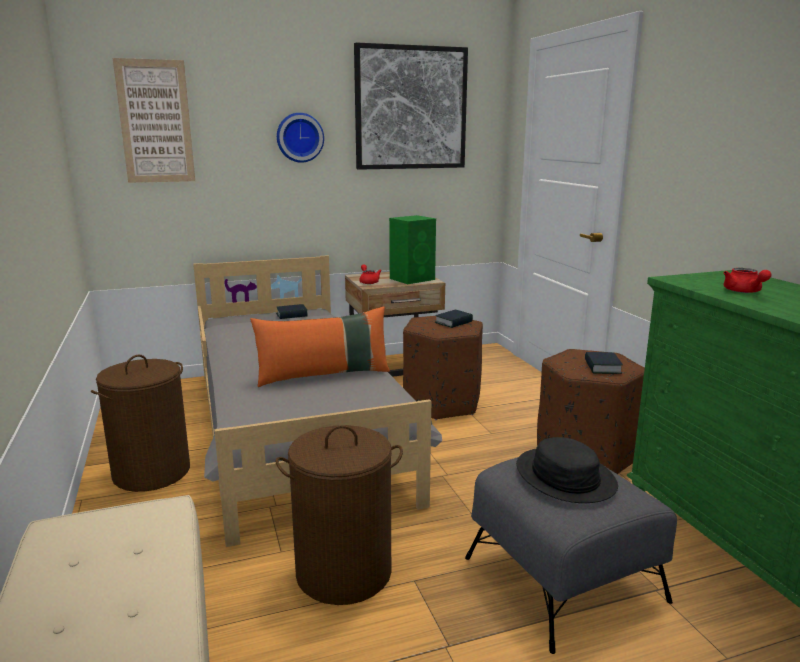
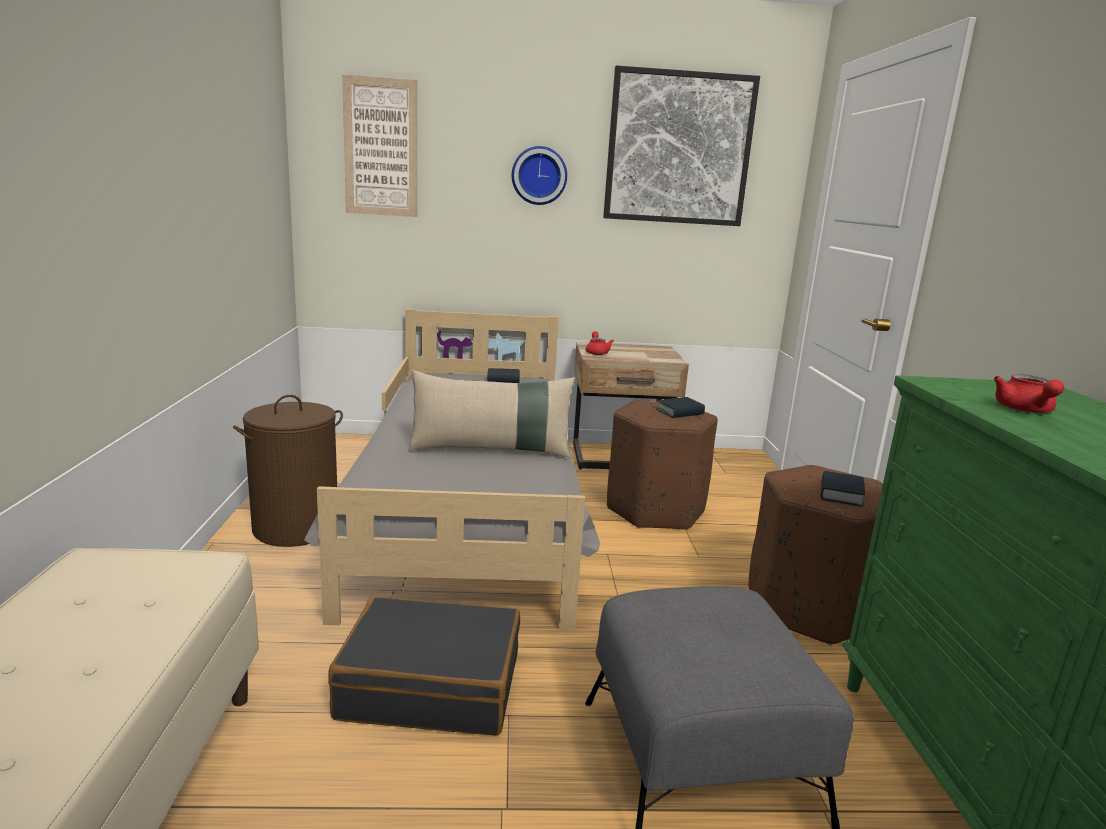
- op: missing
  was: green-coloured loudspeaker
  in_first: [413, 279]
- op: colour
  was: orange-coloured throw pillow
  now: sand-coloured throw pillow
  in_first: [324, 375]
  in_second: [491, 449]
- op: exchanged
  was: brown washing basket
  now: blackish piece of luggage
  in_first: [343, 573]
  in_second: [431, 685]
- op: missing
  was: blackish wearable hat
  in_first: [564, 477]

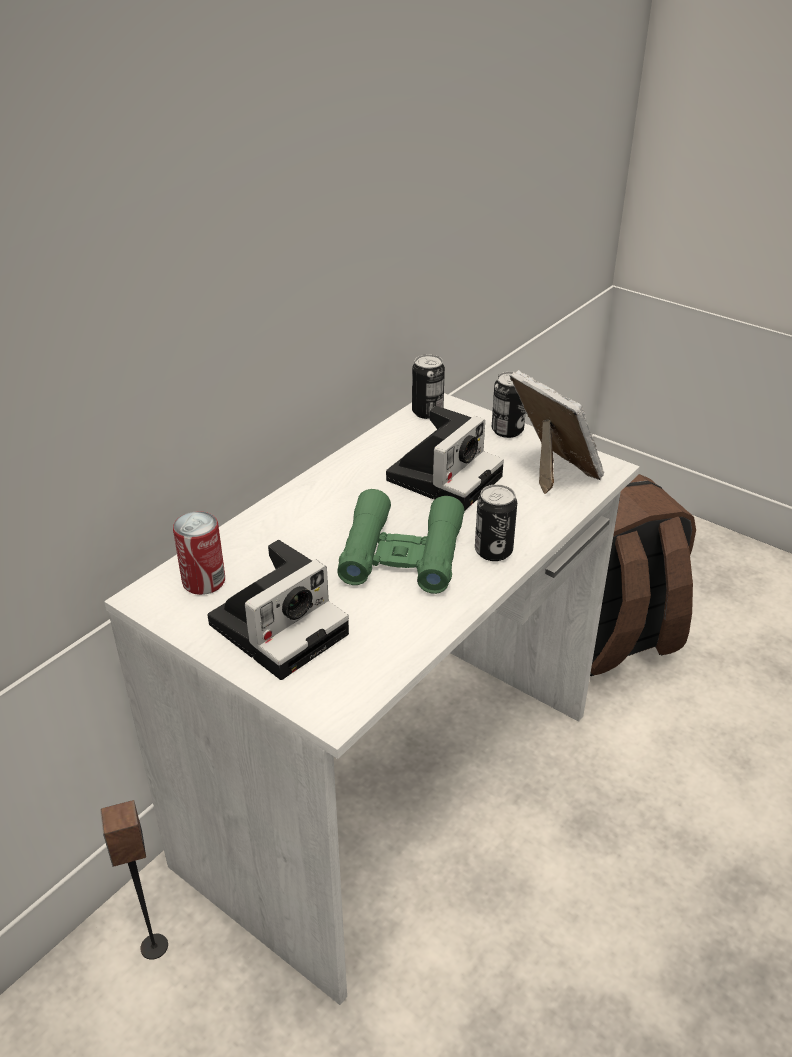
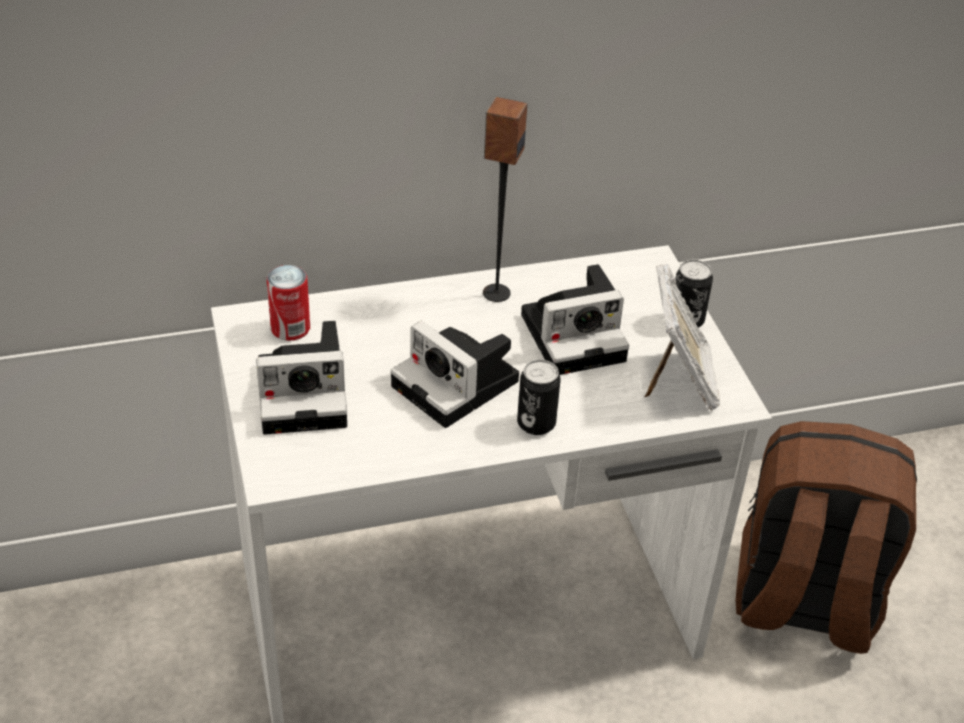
- op: missing
  was: sealed can
  in_first: [427, 412]
- op: exchanged
  was: green-coloured field glasses
  now: photo camera
  in_first: [402, 553]
  in_second: [459, 385]
- op: relocated
  was: loudspeaker
  in_first: [153, 946]
  in_second: [496, 293]

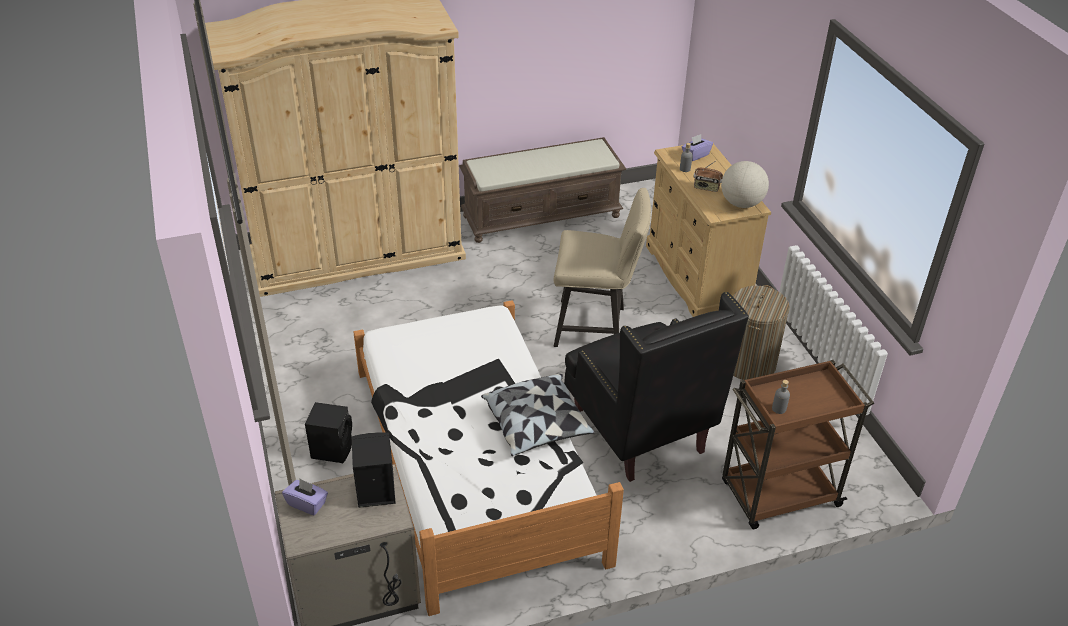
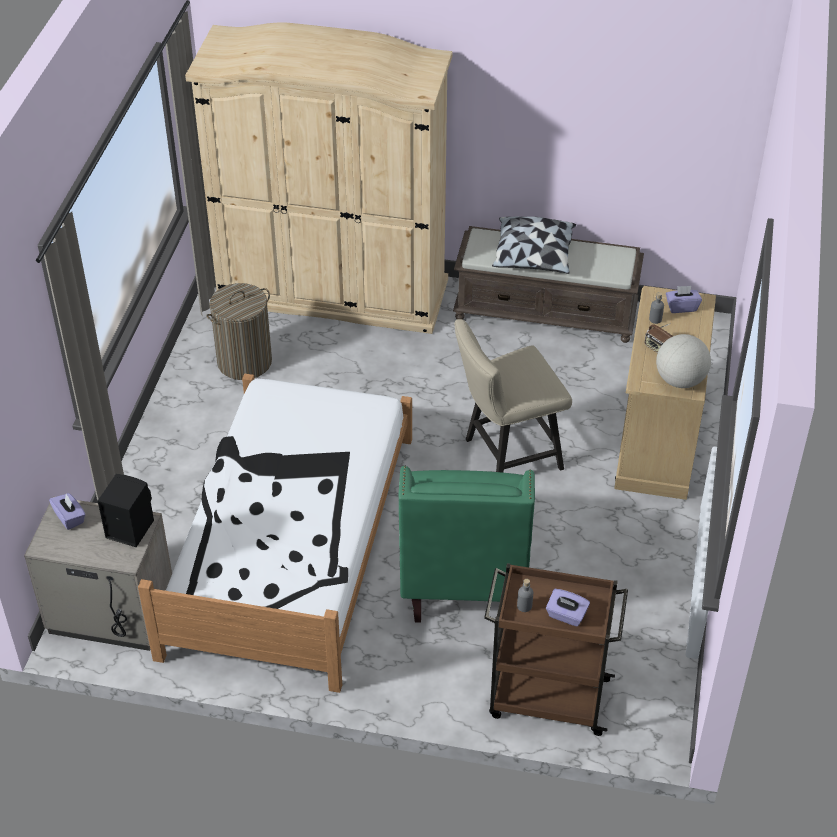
- op: spun
  was: sand-coloured plain chair
  in_first: [596, 326]
  in_second: [506, 455]
  clockwise: 120
- op: relocated
  was: washing basket
  in_first: [748, 363]
  in_second: [244, 361]
- op: colour
  was: blackish lounge chair
  now: green-coloured lounge chair
  in_first: [640, 431]
  in_second: [463, 579]
- op: relocated
  was: throw pillow
  in_first: [537, 425]
  in_second: [533, 257]
- op: missing
  was: blackish loudspeaker
  in_first: [333, 449]
- op: appeared
  now: purple box of tissues
  in_second: [566, 615]

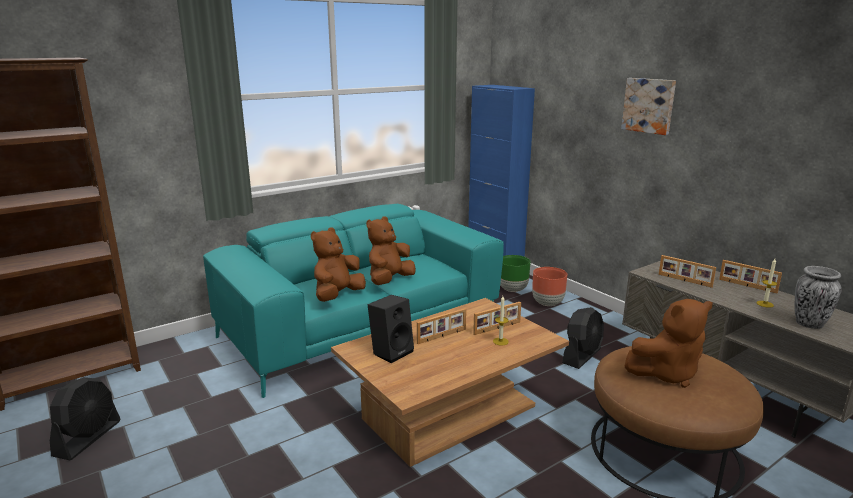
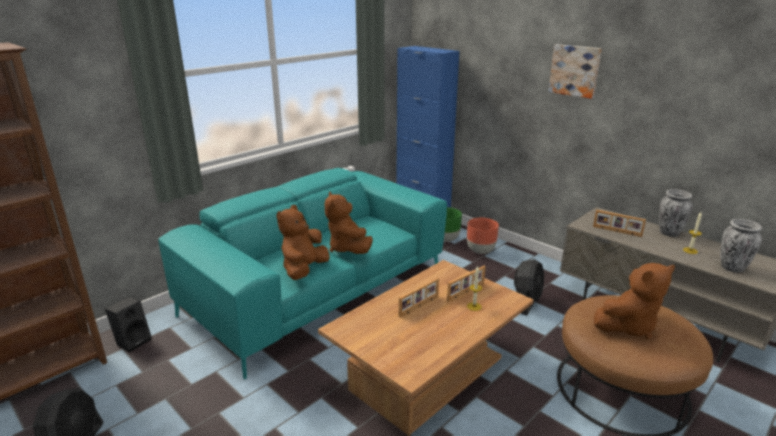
- op: spun
  was: brown plush toy
  in_first: [389, 280]
  in_second: [348, 248]
  clockwise: -45
- op: exchanged
  was: standing frame
  now: flower vase
  in_first: [747, 286]
  in_second: [669, 233]
- op: relocated
  was: blackish loudspeaker
  in_first: [391, 351]
  in_second: [133, 341]

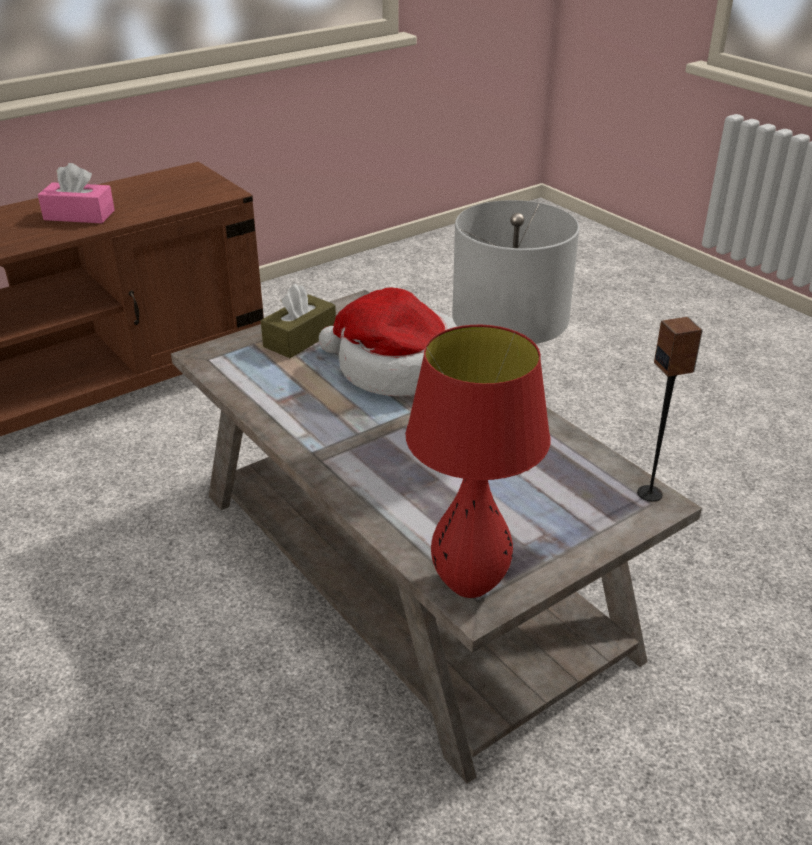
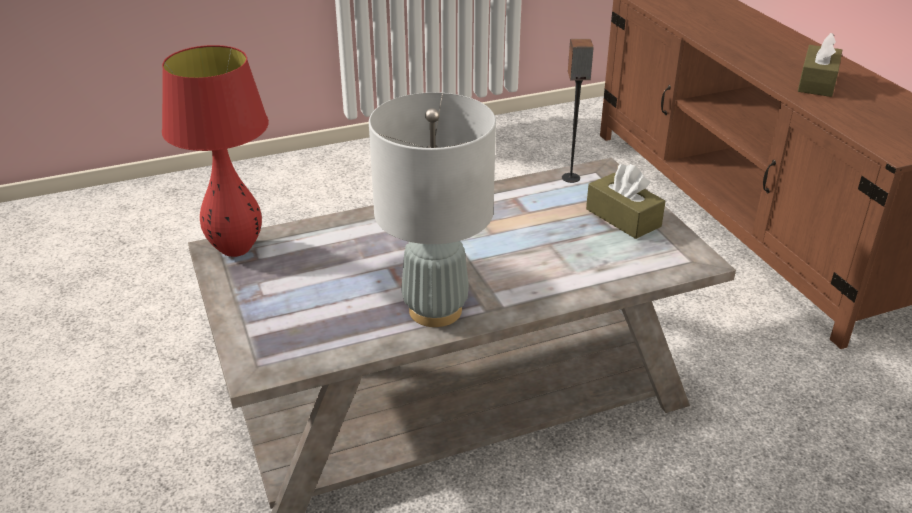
- op: colour
  was: pink box of tissues
  now: brown box of tissues
  in_first: [79, 215]
  in_second: [817, 82]
- op: missing
  was: wearable hat
  in_first: [396, 368]
- op: relocated
  was: loudspeaker
  in_first: [650, 493]
  in_second: [570, 178]

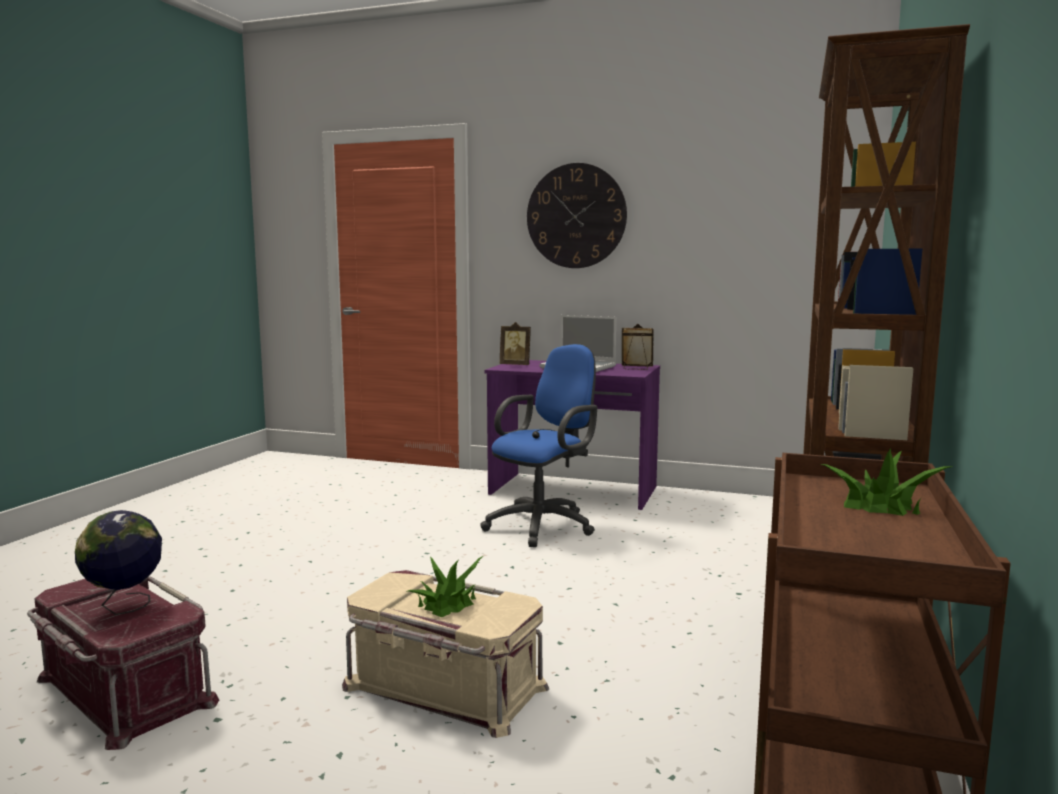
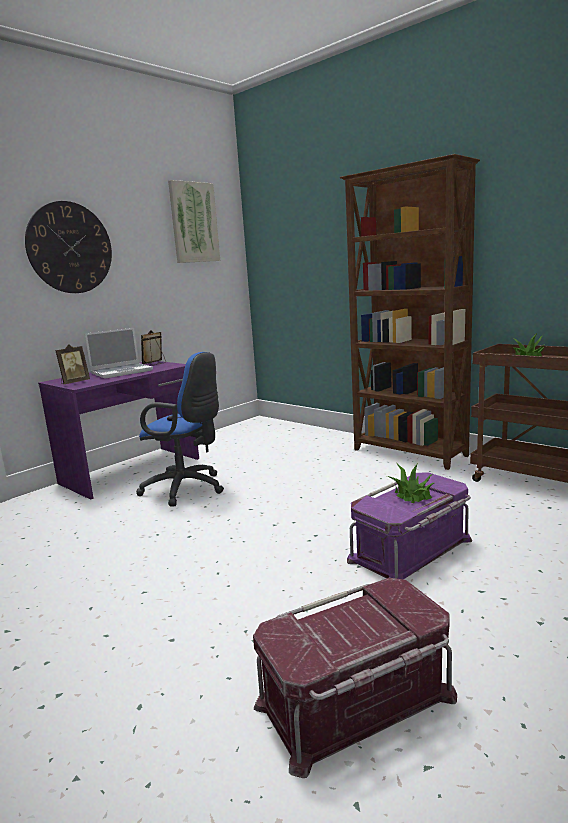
- op: spun
  was: blue-coloured desk chair
  in_first: [544, 525]
  in_second: [187, 489]
  clockwise: 135
- op: missing
  was: globe
  in_first: [124, 606]
- op: colour
  was: sand-coloured storage bin
  now: purple storage bin
  in_first: [443, 687]
  in_second: [411, 550]
- op: appeared
  now: wall art
  in_second: [194, 222]

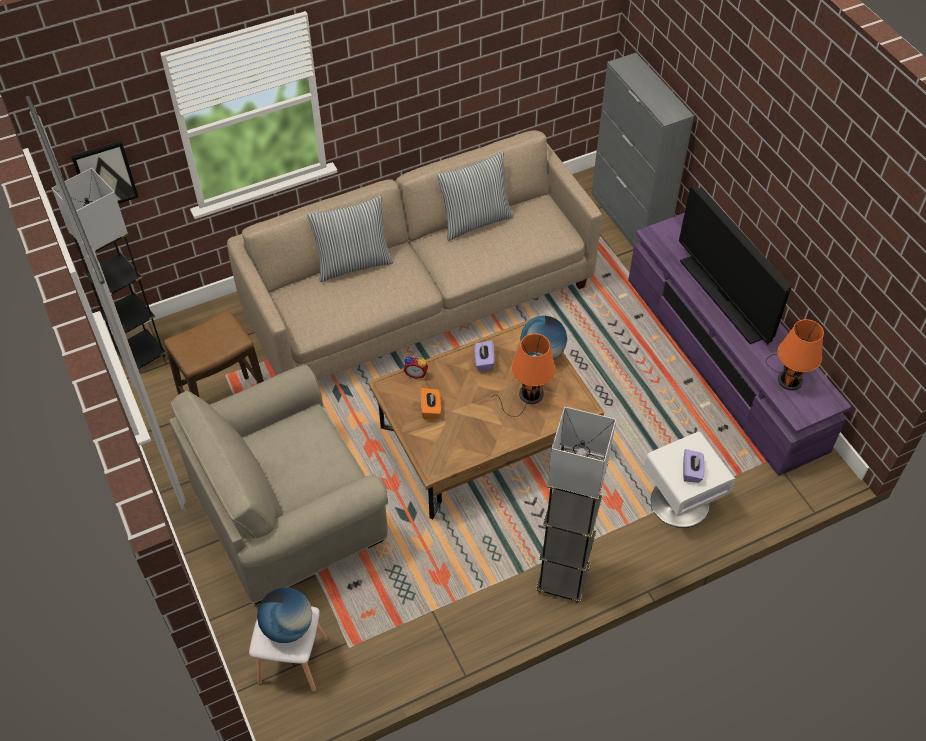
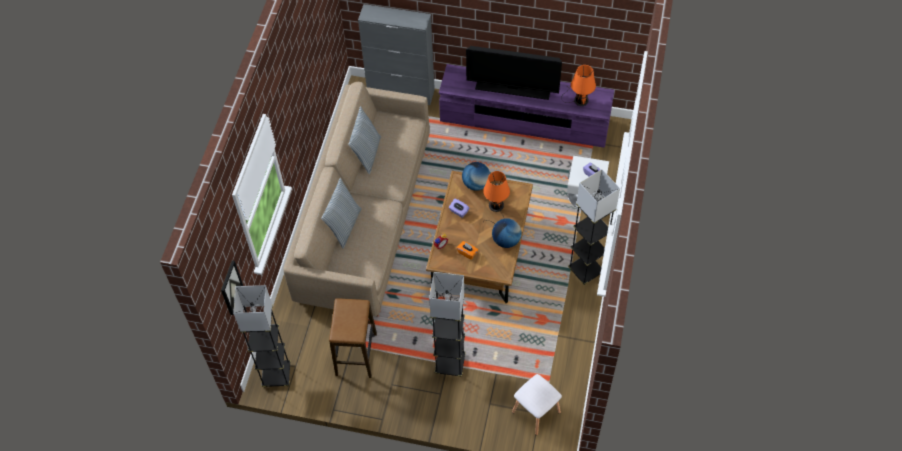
- op: exchanged
  was: sand-coloured lounge chair
  now: grey standing lamp
  in_first: [289, 514]
  in_second: [450, 364]
- op: relocated
  was: globe
  in_first: [288, 627]
  in_second: [506, 240]

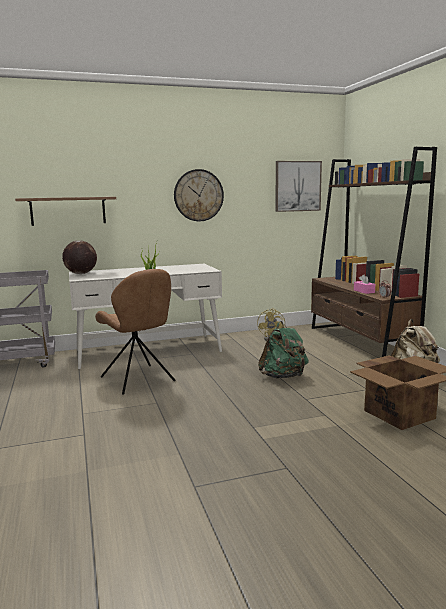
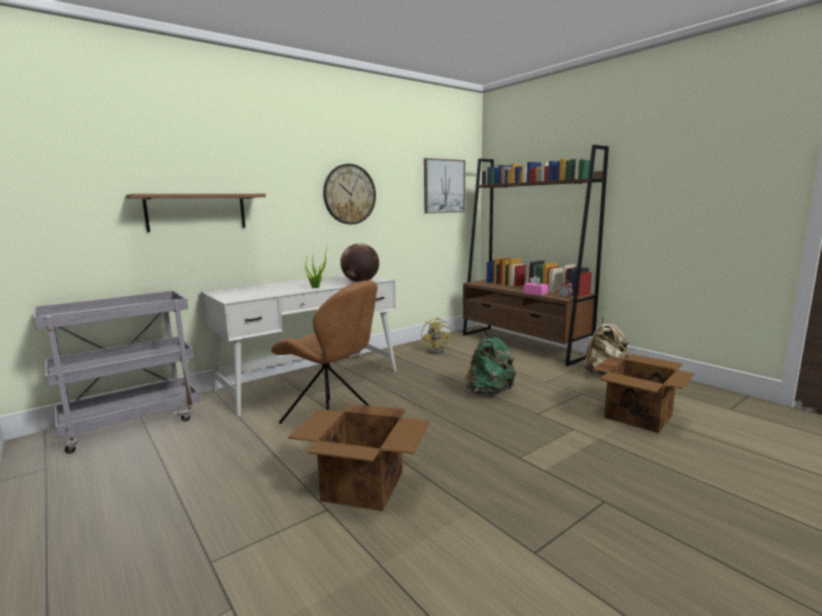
- op: relocated
  was: globe
  in_first: [81, 274]
  in_second: [360, 282]
- op: appeared
  now: cardboard box
  in_second: [364, 486]

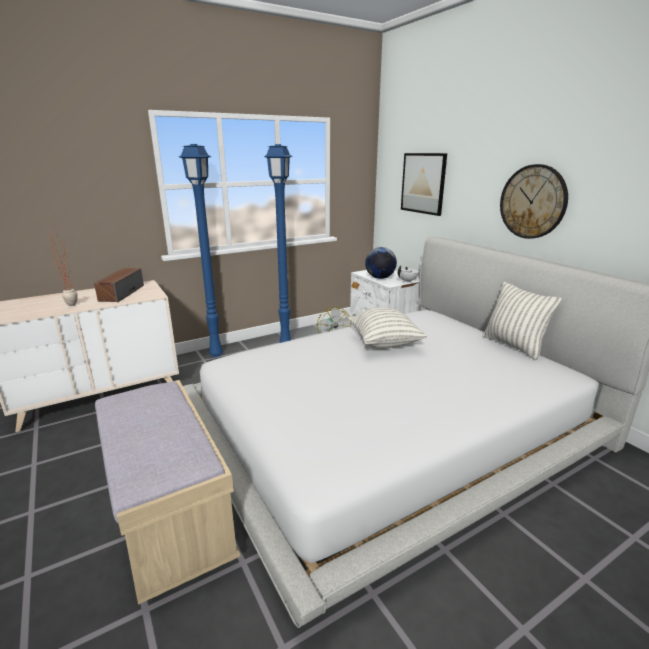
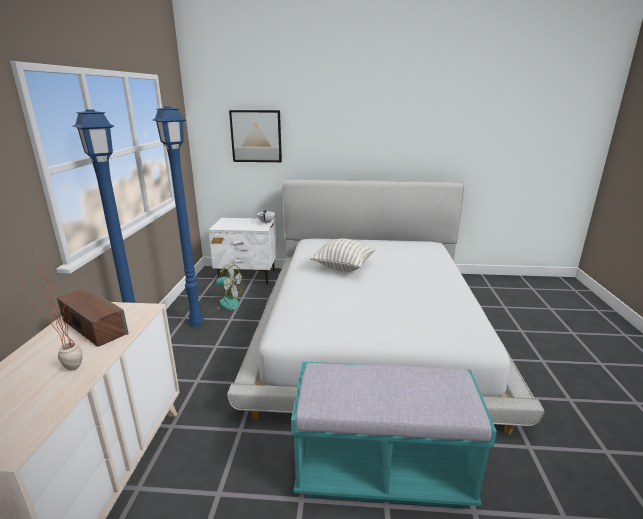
- op: missing
  was: wall clock
  in_first: [533, 202]
- op: missing
  was: globe
  in_first: [380, 278]
- op: missing
  was: throw pillow
  in_first: [513, 346]
- op: colour
  was: sand-coloured indoor bench
  now: turquoise indoor bench
  in_first: [171, 517]
  in_second: [382, 471]

